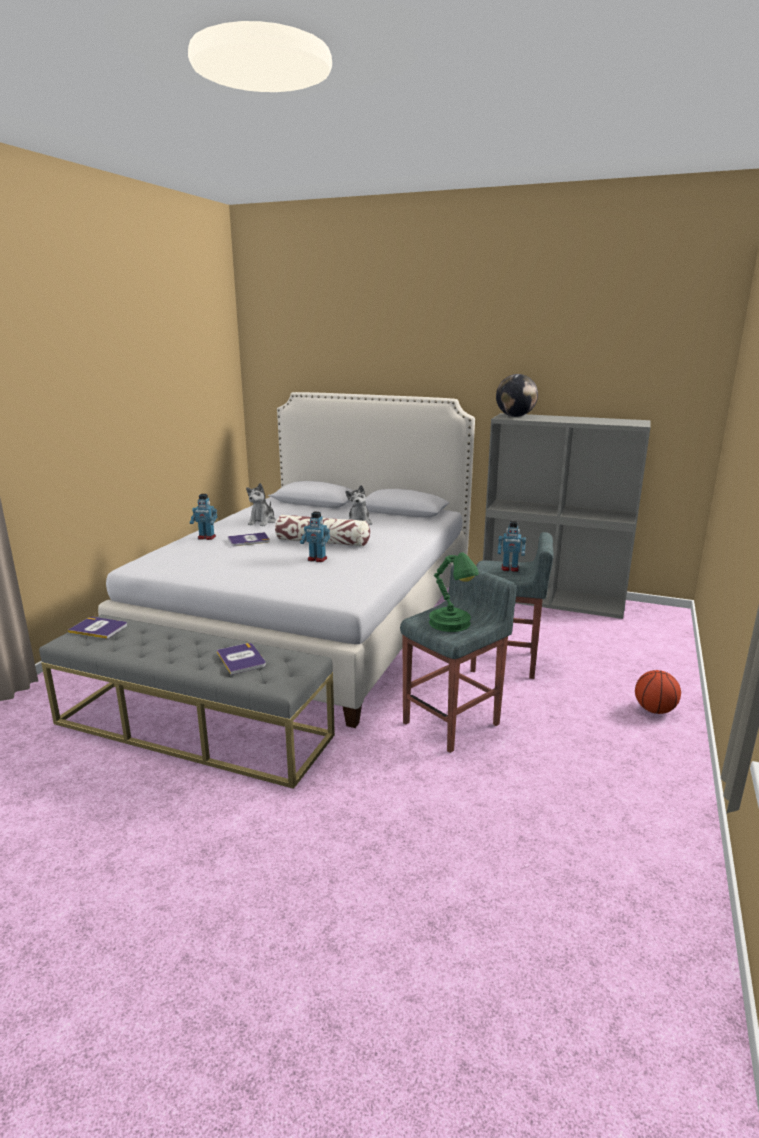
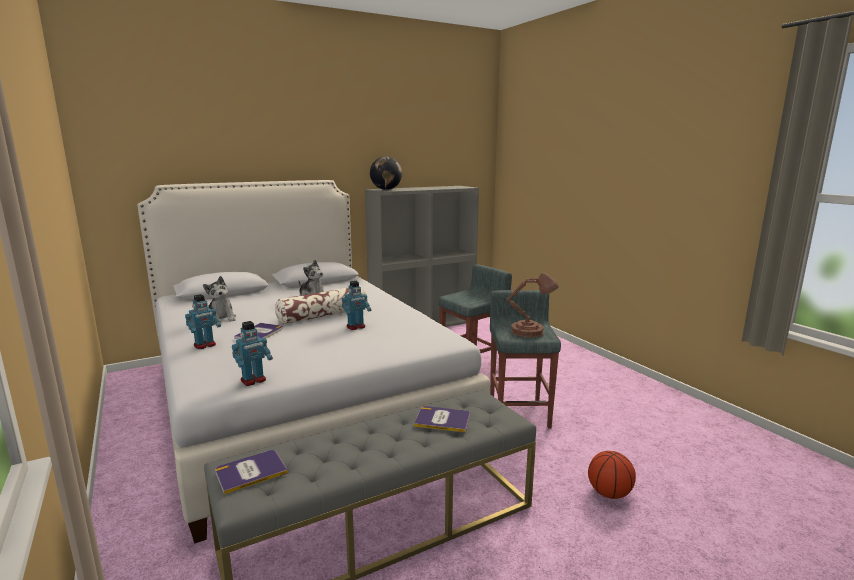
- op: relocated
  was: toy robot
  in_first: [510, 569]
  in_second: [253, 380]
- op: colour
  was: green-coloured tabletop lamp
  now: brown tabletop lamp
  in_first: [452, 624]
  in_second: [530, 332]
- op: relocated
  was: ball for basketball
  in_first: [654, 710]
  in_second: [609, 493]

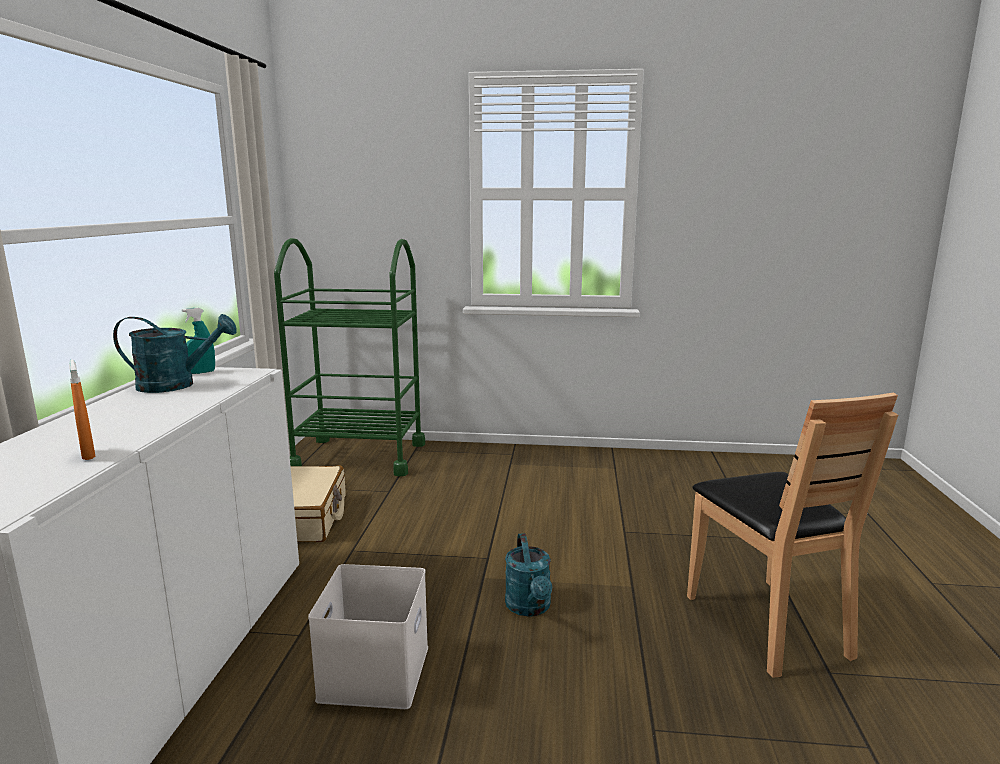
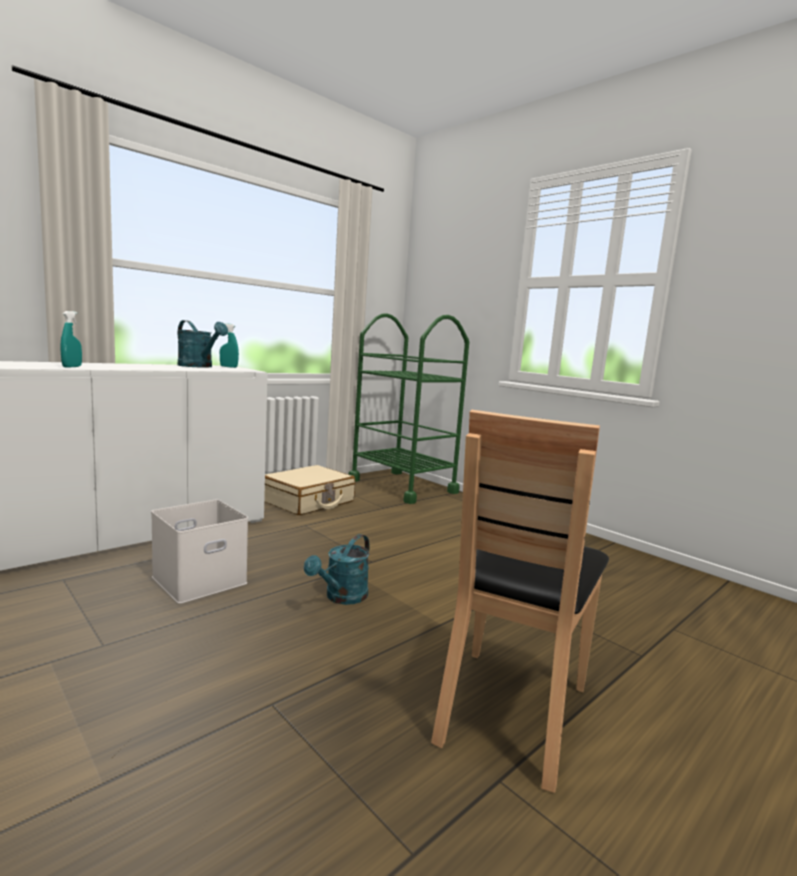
- op: colour
  was: orange-coloured spray bottle
  now: turquoise spray bottle
  in_first: [88, 454]
  in_second: [72, 367]

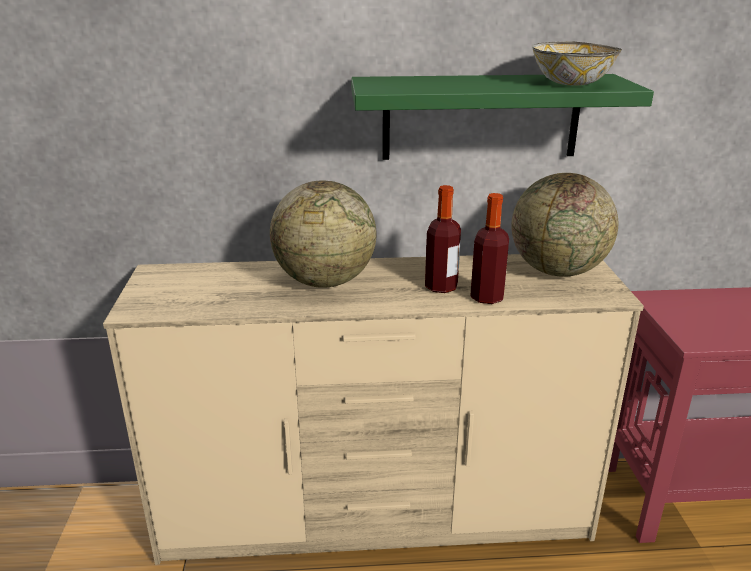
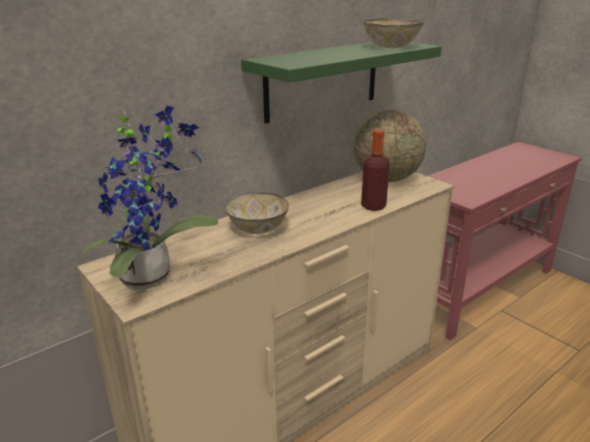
- op: exchanged
  was: globe
  now: serving bowl
  in_first: [324, 281]
  in_second: [258, 229]
- op: missing
  was: drink bottle
  in_first: [441, 287]
- op: appeared
  now: potted plant
  in_second: [153, 276]

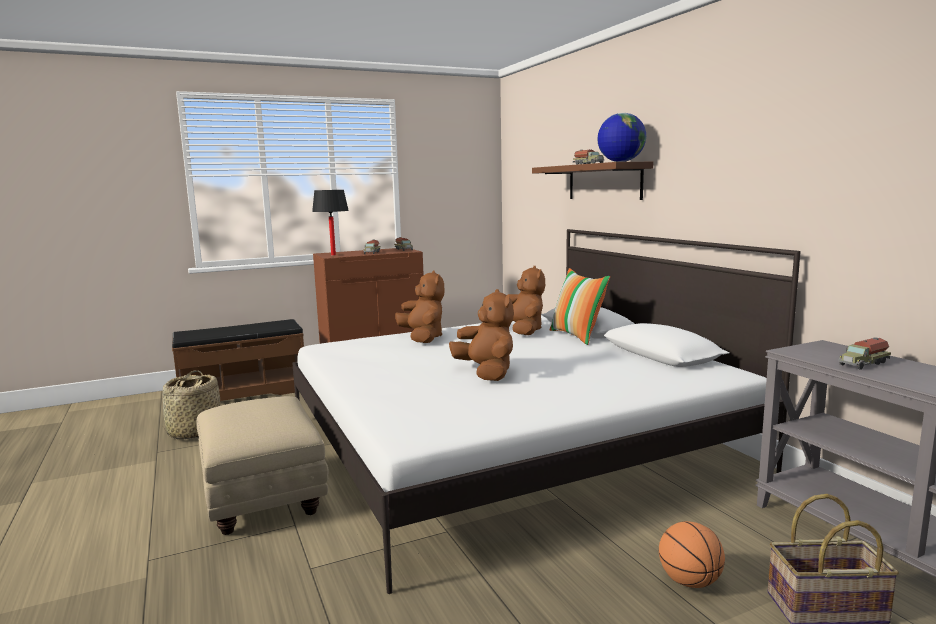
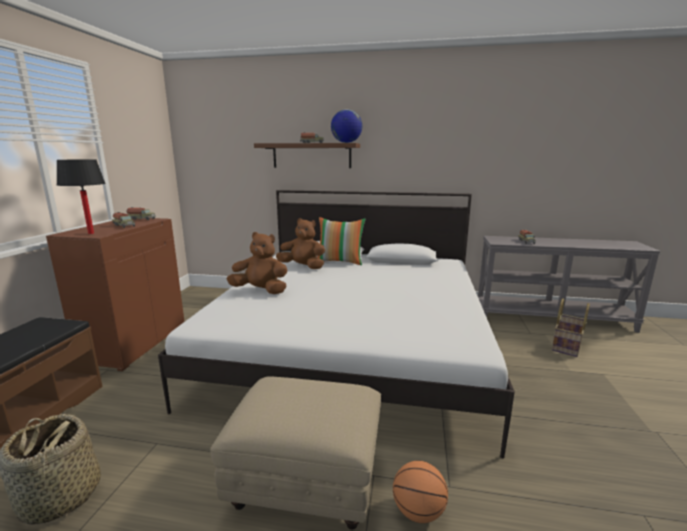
- op: missing
  was: brown plush toy
  in_first: [486, 373]
- op: relocated
  was: ball for basketball
  in_first: [689, 581]
  in_second: [418, 511]

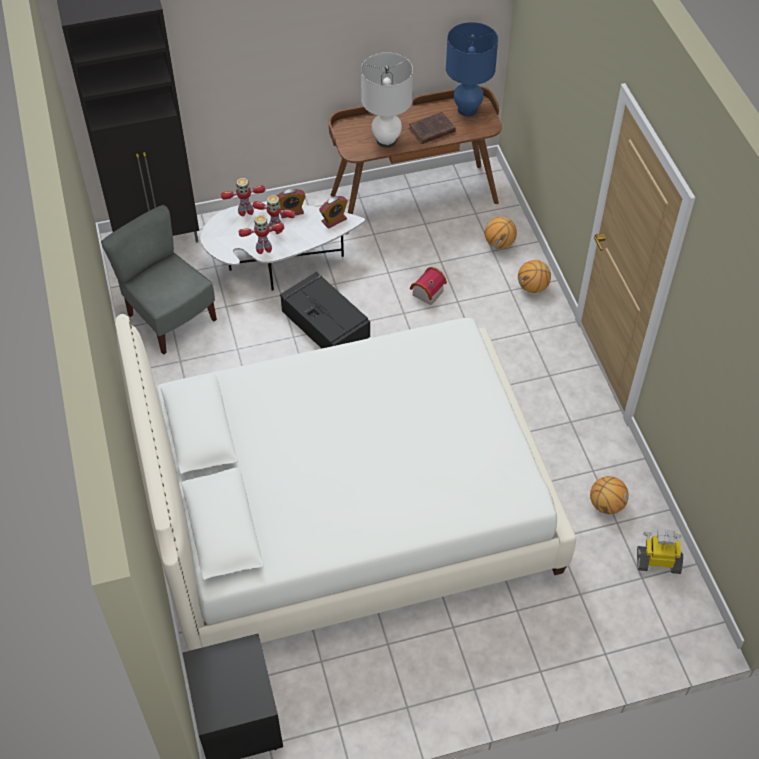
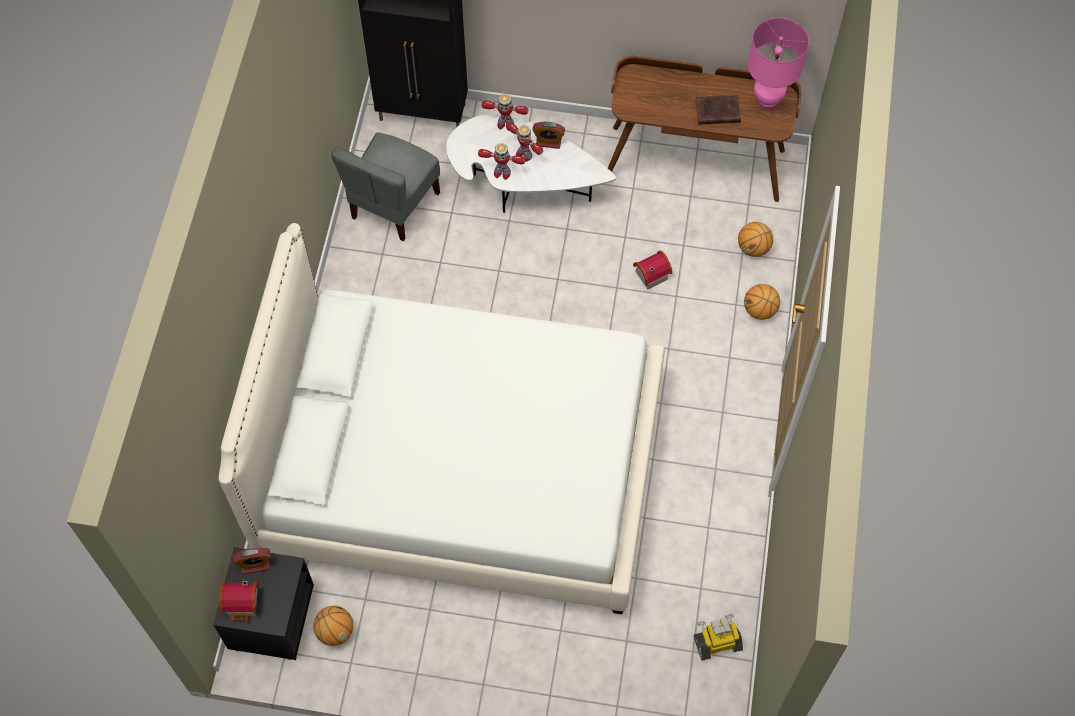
- op: colour
  was: blue-coloured tabletop lamp
  now: pink tabletop lamp
  in_first: [467, 109]
  in_second: [767, 100]
- op: missing
  was: white tabletop lamp
  in_first: [386, 140]
- op: relocated
  was: table clock
  in_first: [334, 220]
  in_second: [255, 565]
- op: spun
  was: grey plain chair
  in_first: [170, 318]
  in_second: [394, 205]
  clockwise: -135
- op: missing
  was: blackish storage bin
  in_first: [324, 322]
- op: relocated
  was: ball for basketball
  in_first: [606, 505]
  in_second: [335, 631]
- op: spun
  was: toy robot
  in_first: [658, 561]
  in_second: [717, 642]
  clockwise: -45
- op: appeared
  now: miniature house
  in_second: [243, 605]

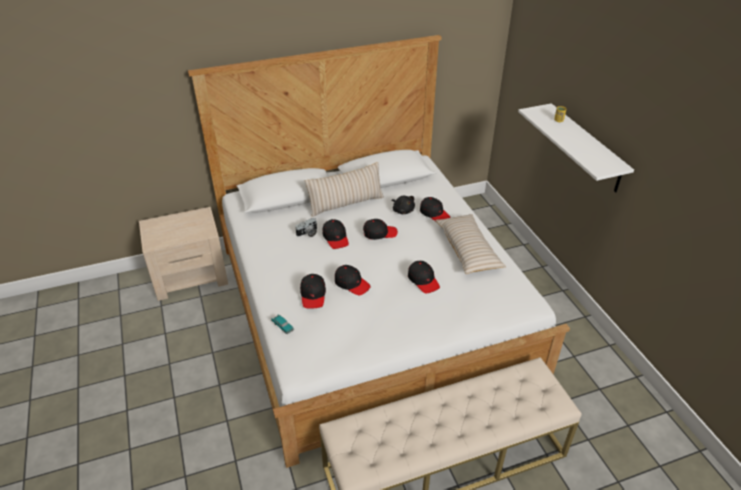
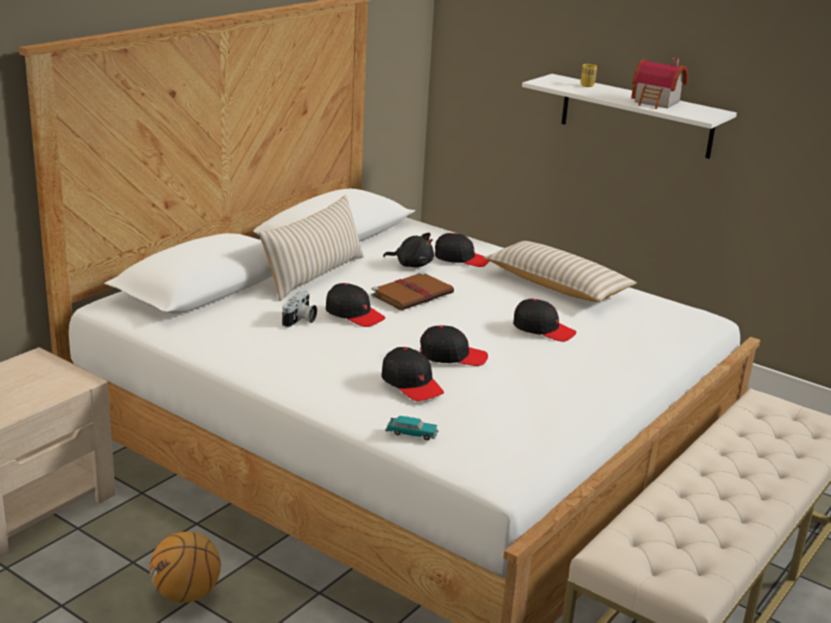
- op: exchanged
  was: blackish peaked cap
  now: brown book
  in_first: [379, 233]
  in_second: [413, 294]
- op: appeared
  now: miniature house
  in_second: [657, 102]
- op: appeared
  now: ball for basketball
  in_second: [186, 594]

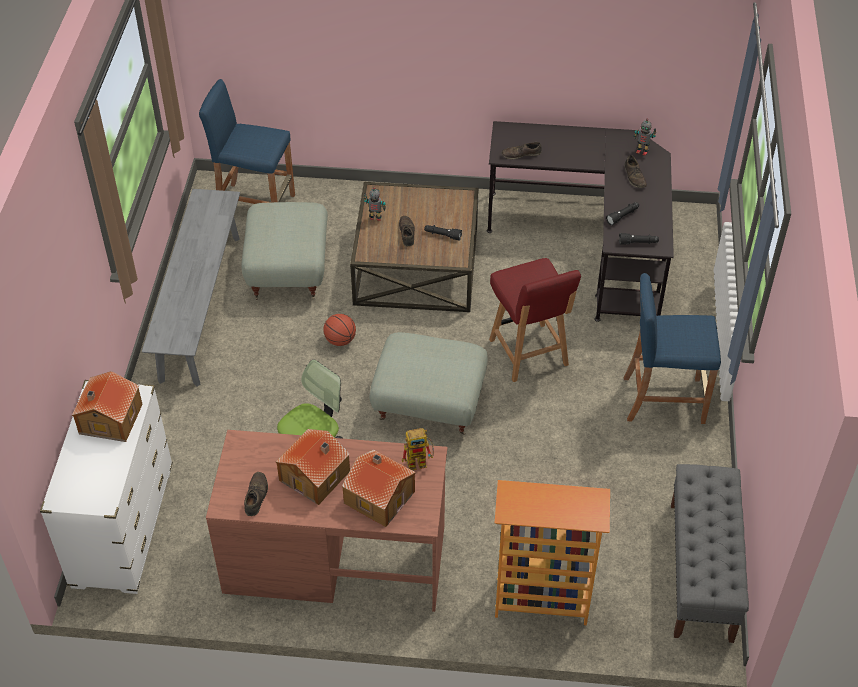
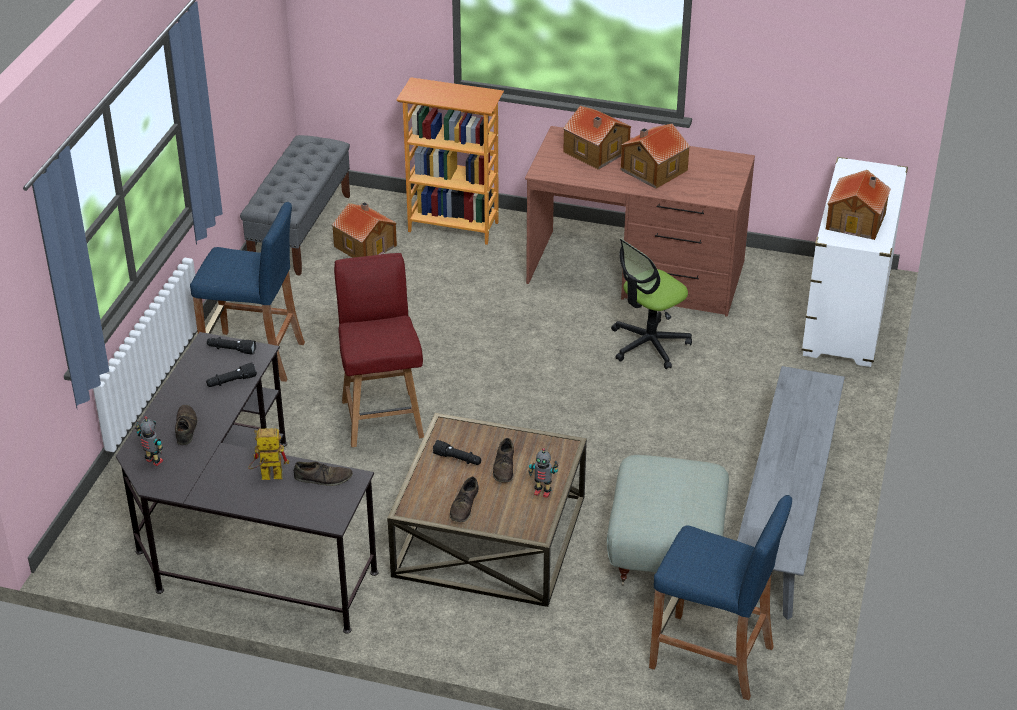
- op: missing
  was: ball for basketball
  in_first: [340, 340]
- op: missing
  was: grey ottoman
  in_first: [428, 405]
- op: relocated
  was: toy robot
  in_first: [420, 461]
  in_second: [266, 477]
- op: relocated
  was: brown shoe
  in_first: [256, 496]
  in_second: [464, 506]
- op: appeared
  now: miniature house
  in_second: [365, 245]

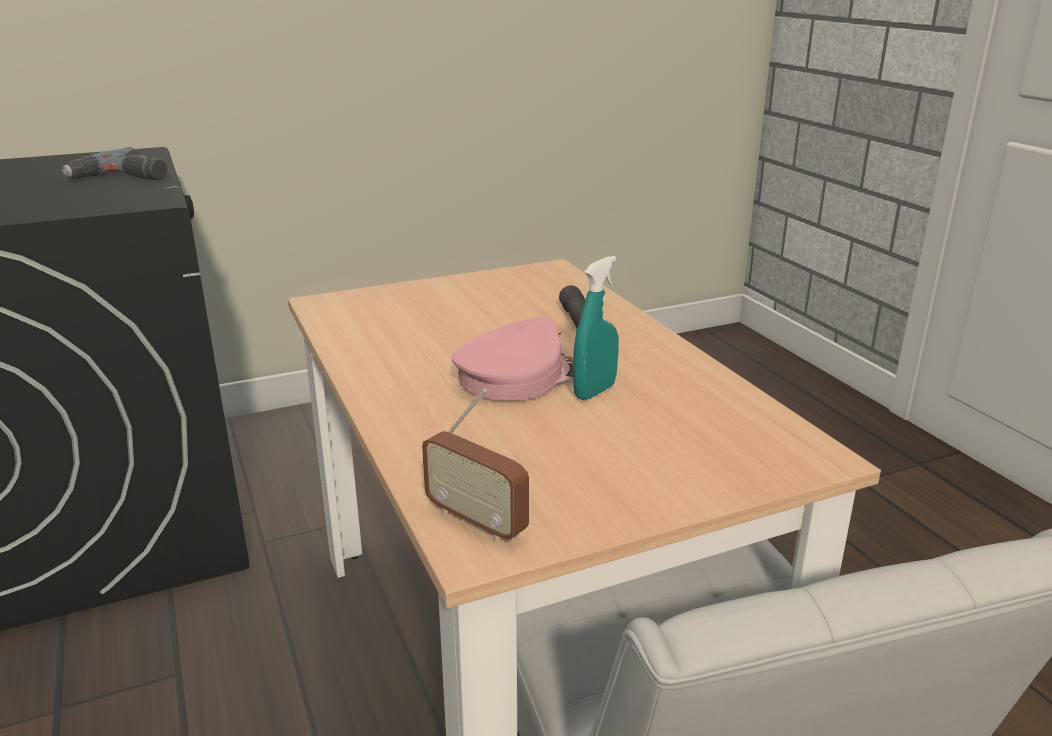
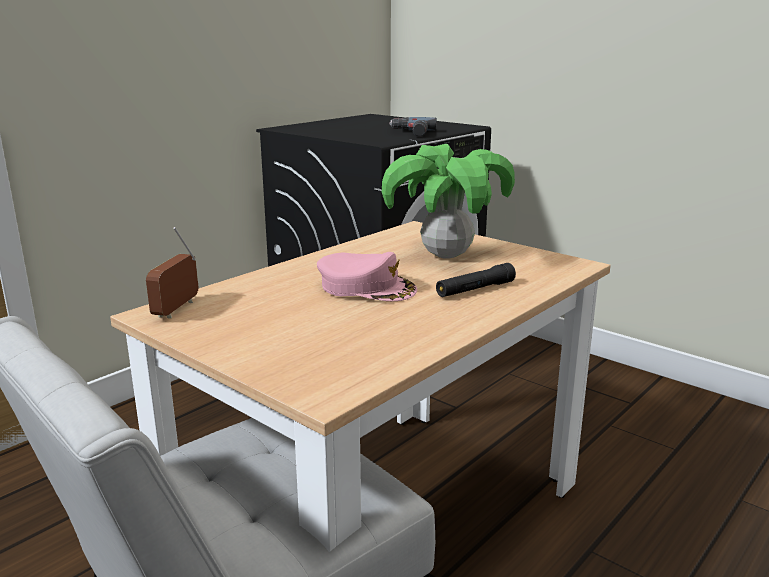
- op: missing
  was: turquoise spray bottle
  in_first: [594, 391]
- op: appeared
  now: potted plant
  in_second: [445, 255]

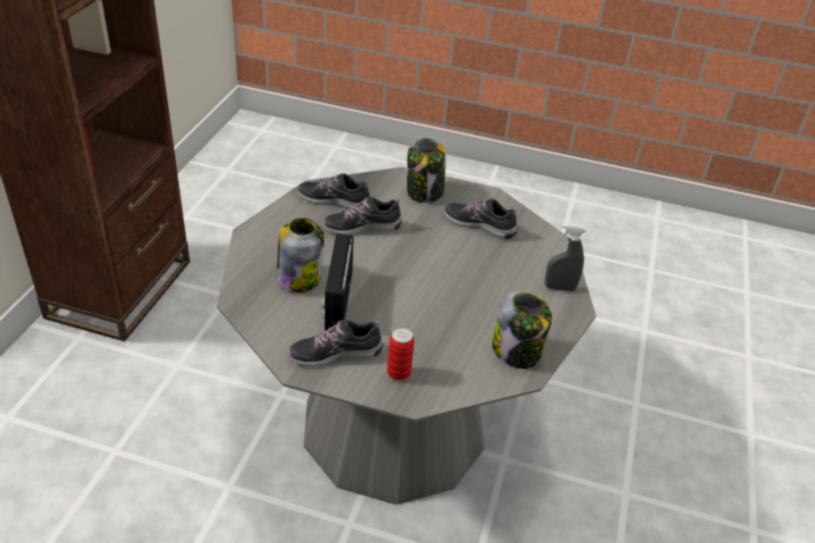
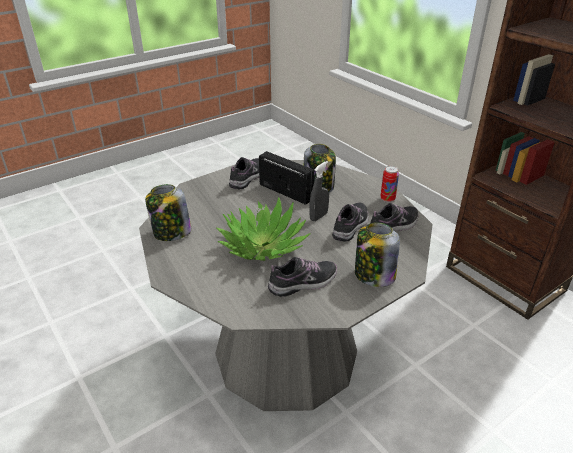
- op: relocated
  was: grey spray bottle
  in_first: [559, 288]
  in_second: [318, 216]
- op: relocated
  was: sealed can
  in_first: [398, 373]
  in_second: [387, 199]
- op: appeared
  now: potted plant
  in_second: [263, 246]

